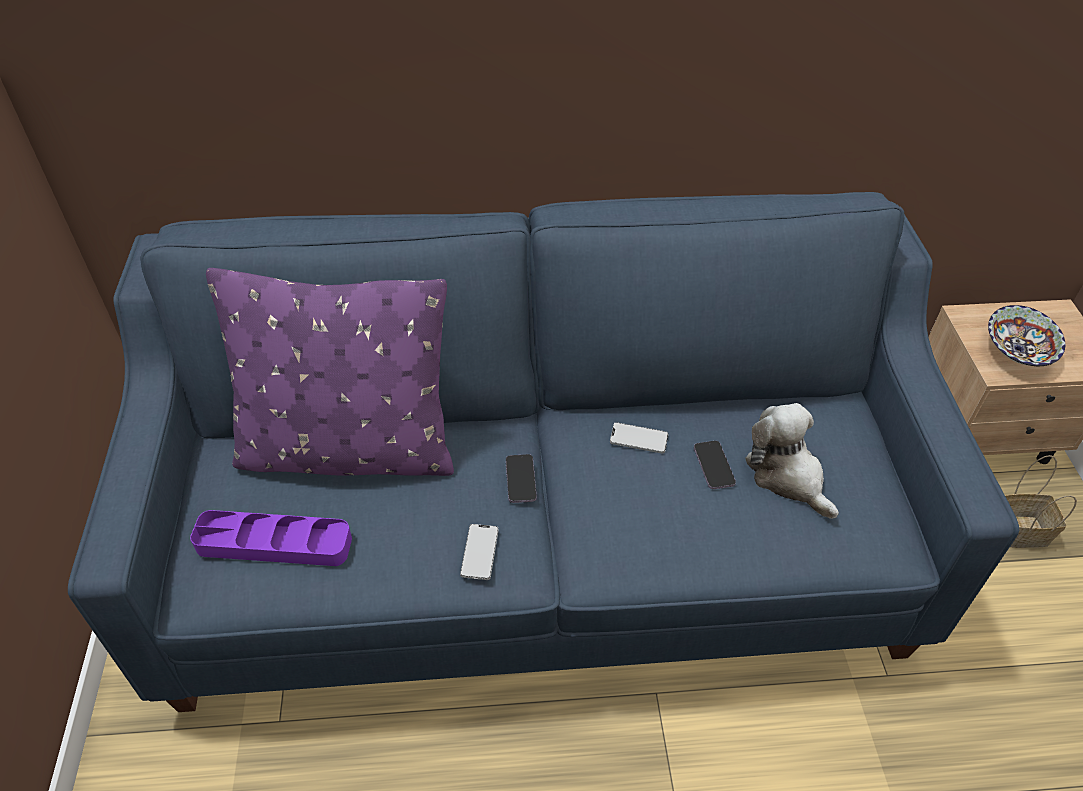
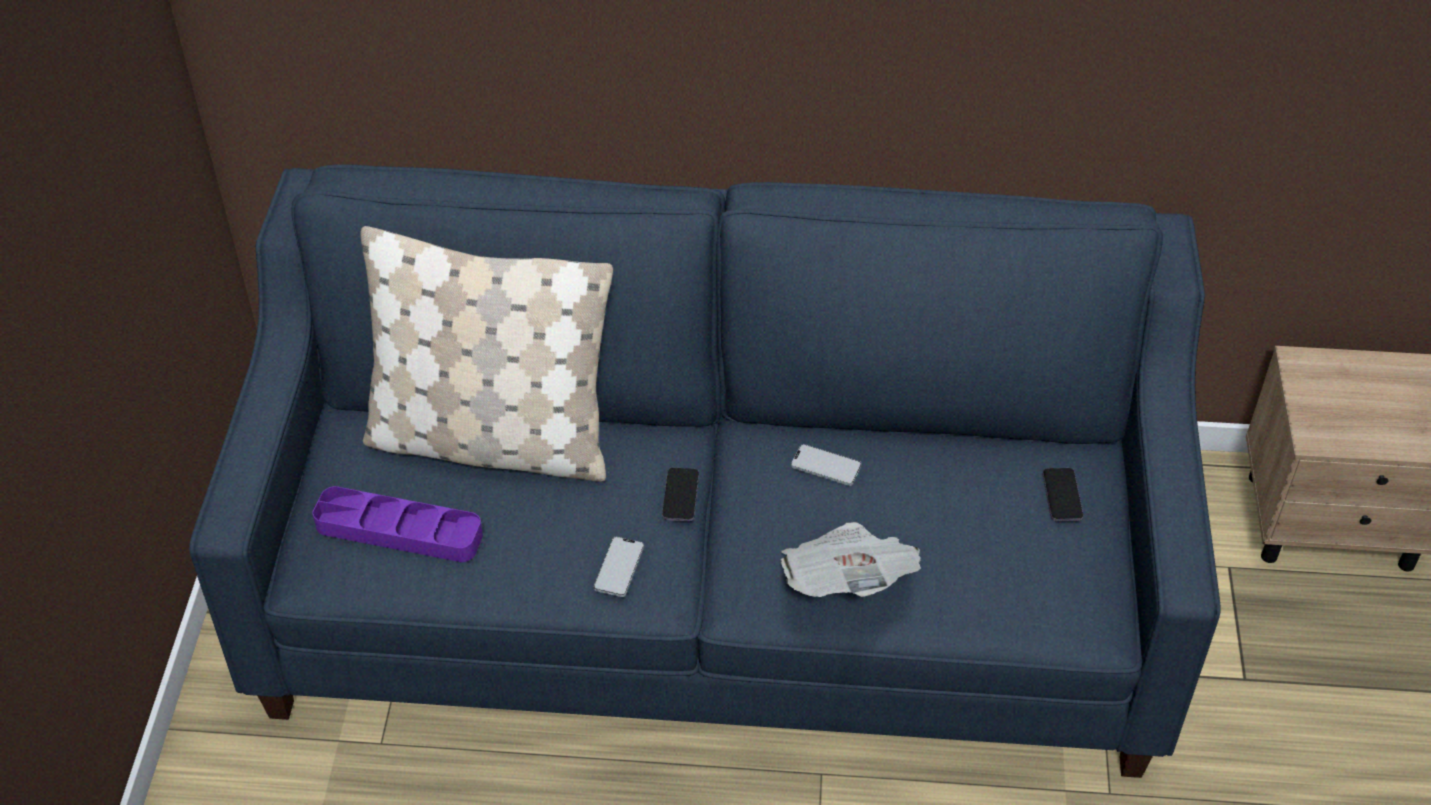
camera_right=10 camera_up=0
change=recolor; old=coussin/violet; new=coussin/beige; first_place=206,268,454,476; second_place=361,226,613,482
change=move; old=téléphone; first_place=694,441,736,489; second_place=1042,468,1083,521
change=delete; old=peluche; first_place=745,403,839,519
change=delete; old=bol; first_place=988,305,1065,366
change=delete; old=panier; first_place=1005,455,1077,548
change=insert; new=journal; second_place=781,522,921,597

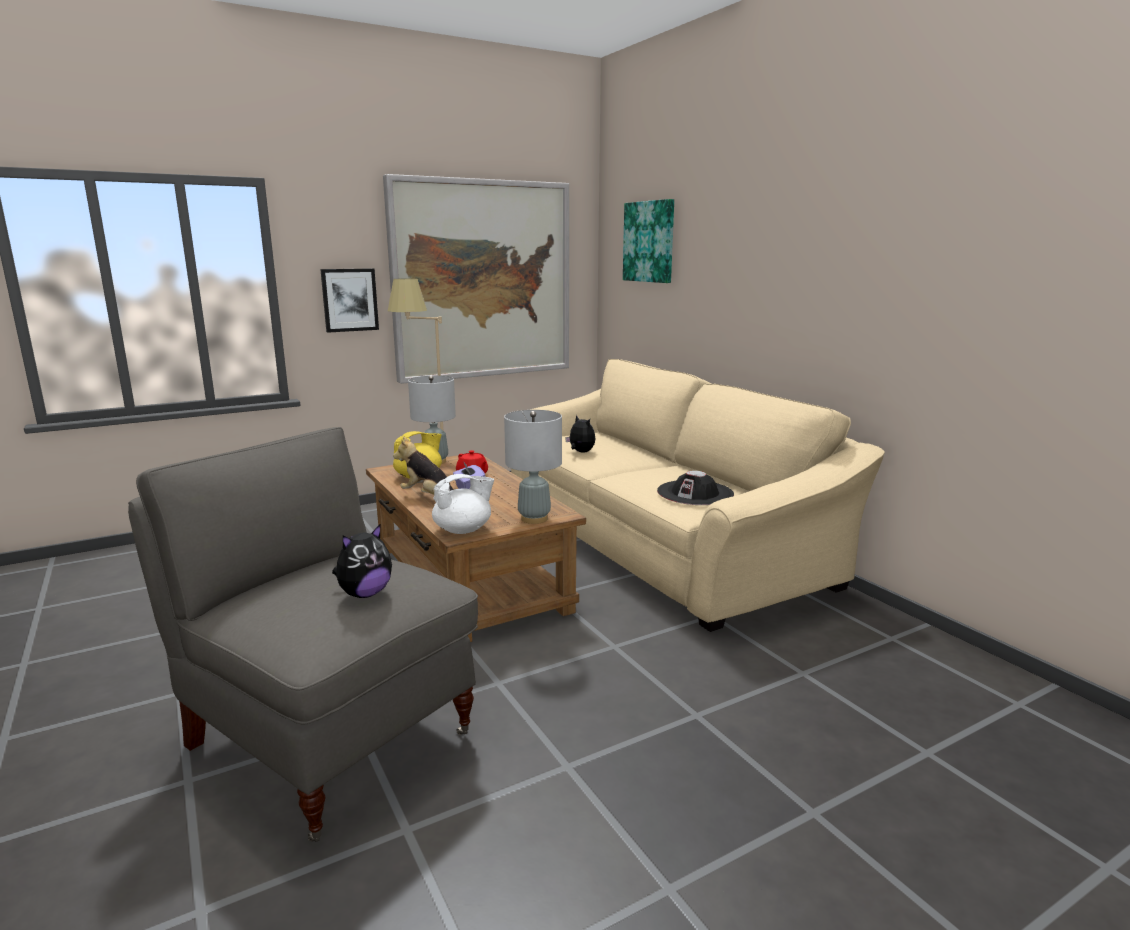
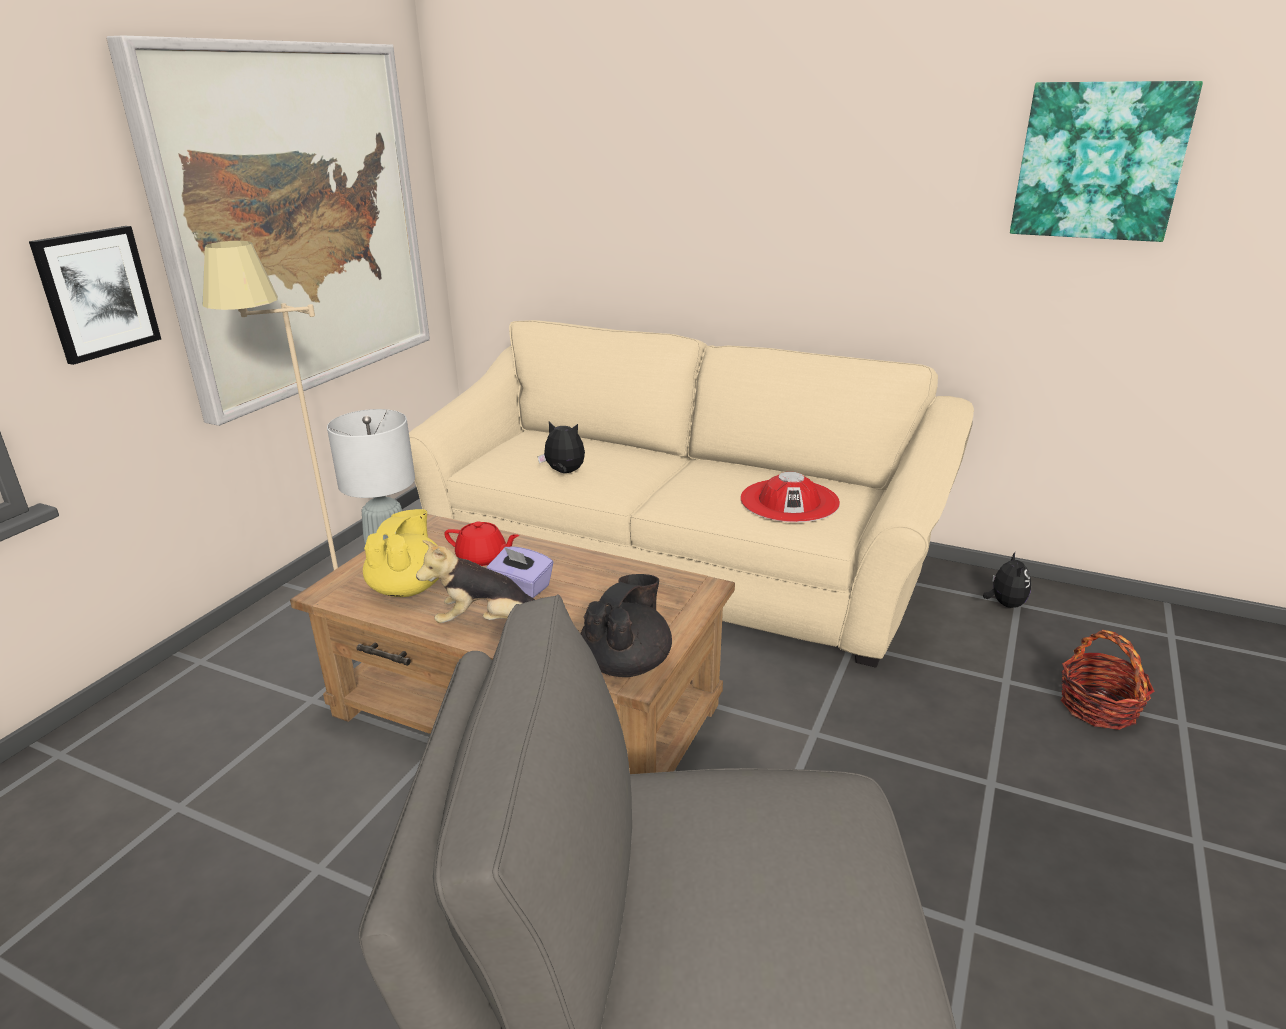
camera_right=-35 camera_up=10
change=move; old=peluche; first_place=332,525,392,598; second_place=983,552,1031,608
change=recolor; old=théière/blanc; new=théière/noir; first_place=432,474,494,534; second_place=581,574,672,677
change=delete; old=lampe de table/gris; first_place=504,410,562,524
change=move; old=tableau; first_place=623,199,674,283; second_place=1010,81,1203,242
change=recolor; old=chapeau/noir; new=chapeau/rouge; first_place=657,471,734,505; second_place=740,472,840,522
change=insert; new=panier; second_place=1061,630,1155,730

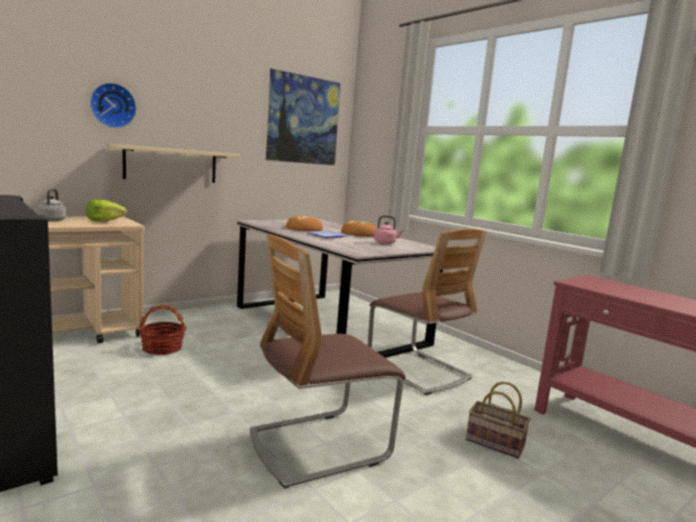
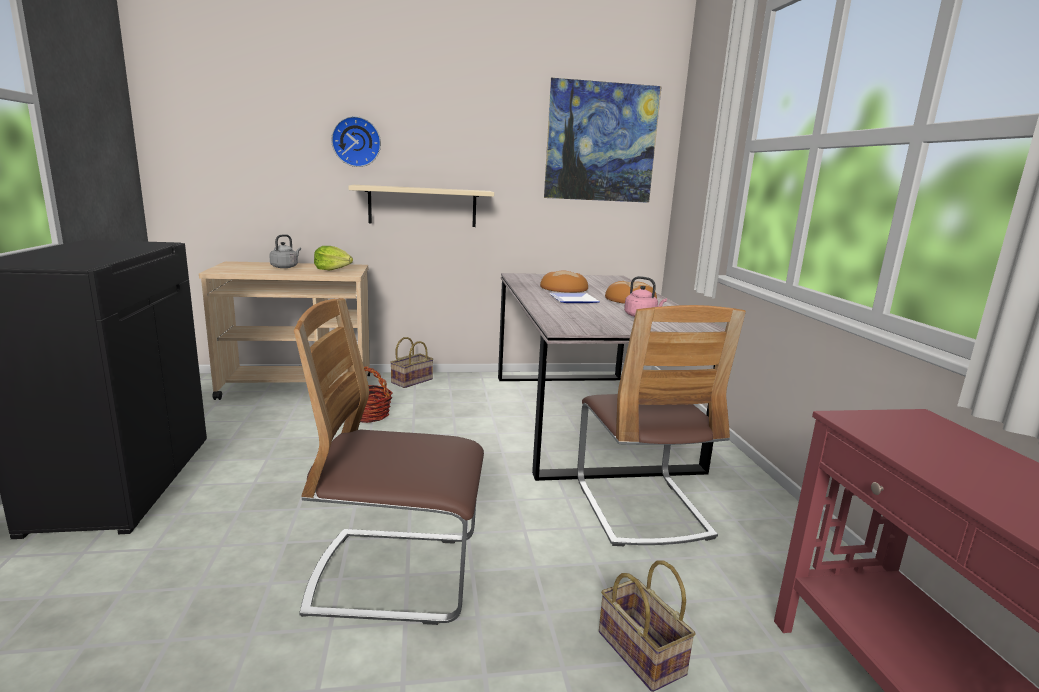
camera_right=30 camera_up=5
change=insert; new=panier; second_place=390,337,434,388

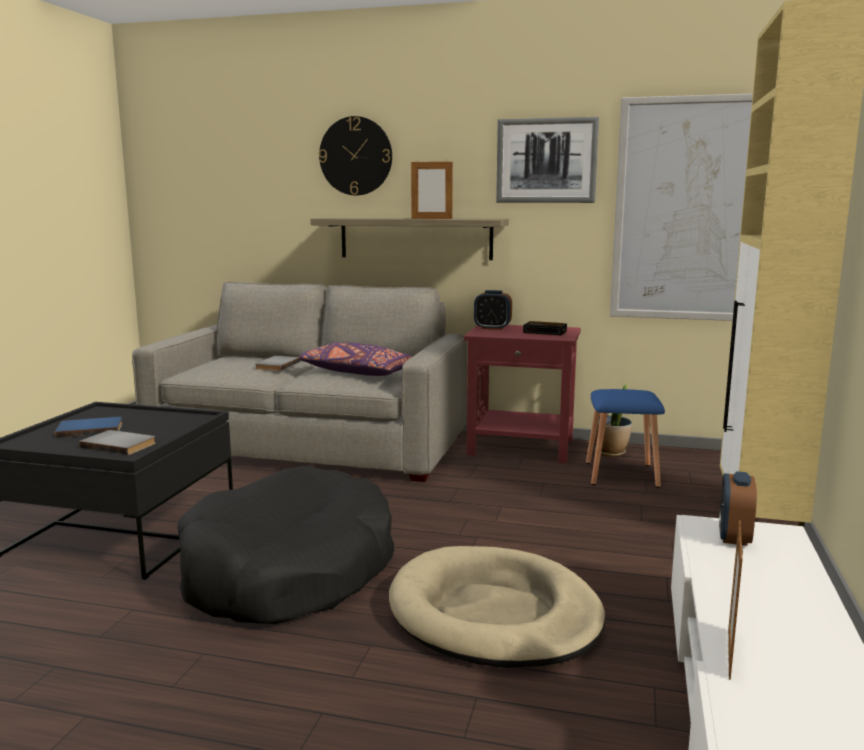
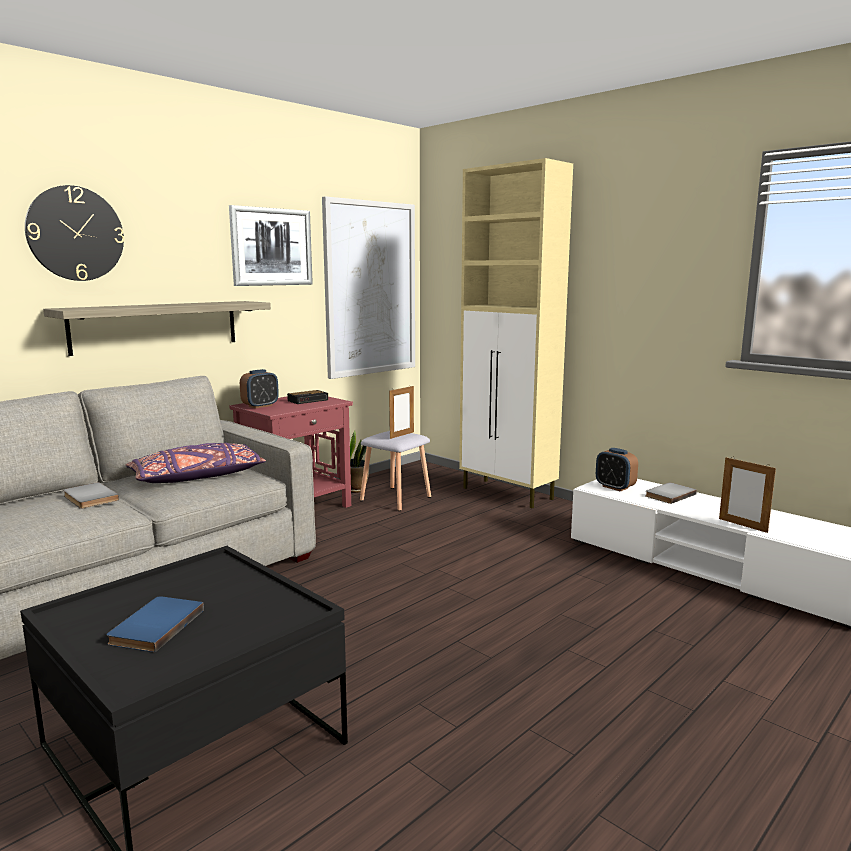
camera_right=-60 camera_up=0
change=move; old=livre/gris; first_place=79,430,156,455; second_place=646,483,697,504
change=delete; old=panier pour chien/noir; first_place=177,465,394,624
change=delete; old=panier pour chien/beige; first_place=389,546,606,668
change=move; old=cadre photo; first_place=411,160,453,219; second_place=389,386,414,439
change=recolor; old=tabouret/bleu; new=tabouret/gris; first_place=586,389,665,488; second_place=360,431,431,511

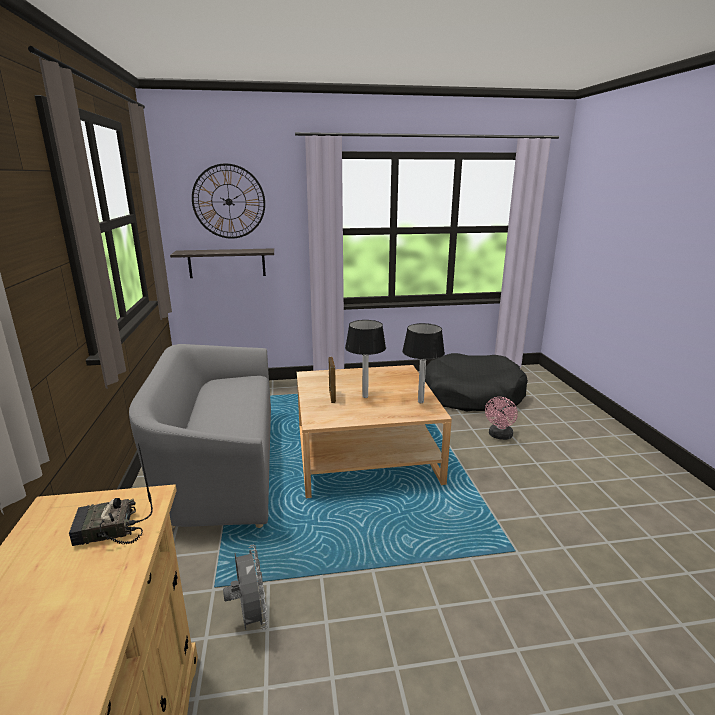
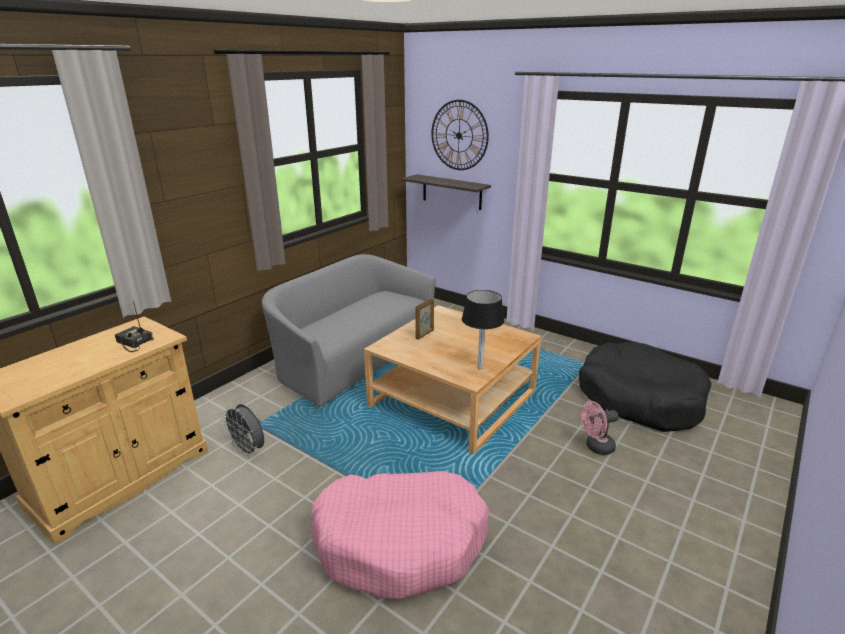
camera_right=45 camera_up=5
change=rotate; old=ventilateur/gris; first_place=223,545,268,630; second_place=222,404,264,458; degrees=105
change=delete; old=lampe de table; first_place=345,320,386,398
change=insert; new=panier pour chien/rose; second_place=311,471,489,599

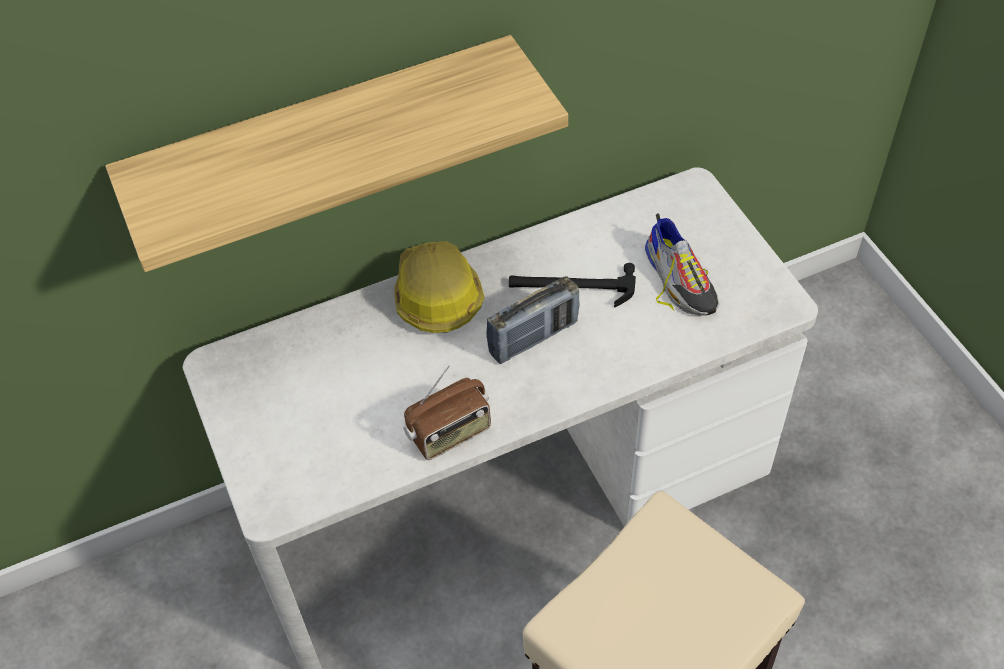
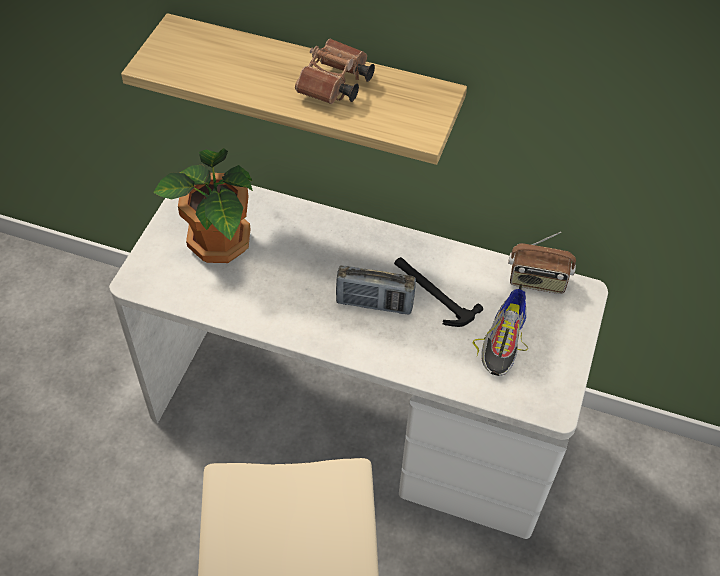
camera_right=40 camera_up=0
change=delete; old=casque de chantier; first_place=394,241,484,333
change=move; old=radio; first_place=404,365,491,460; second_place=508,232,576,294
change=insert; new=plante en pot; second_place=153,148,253,263
change=insert; new=jumelles/marron; second_place=295,38,375,104

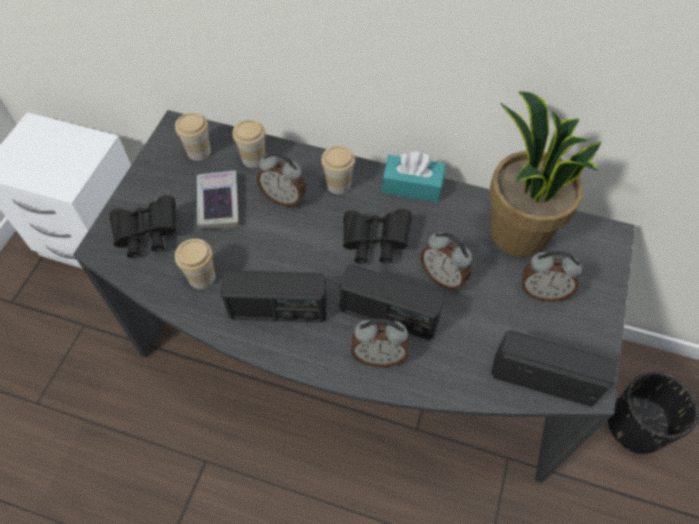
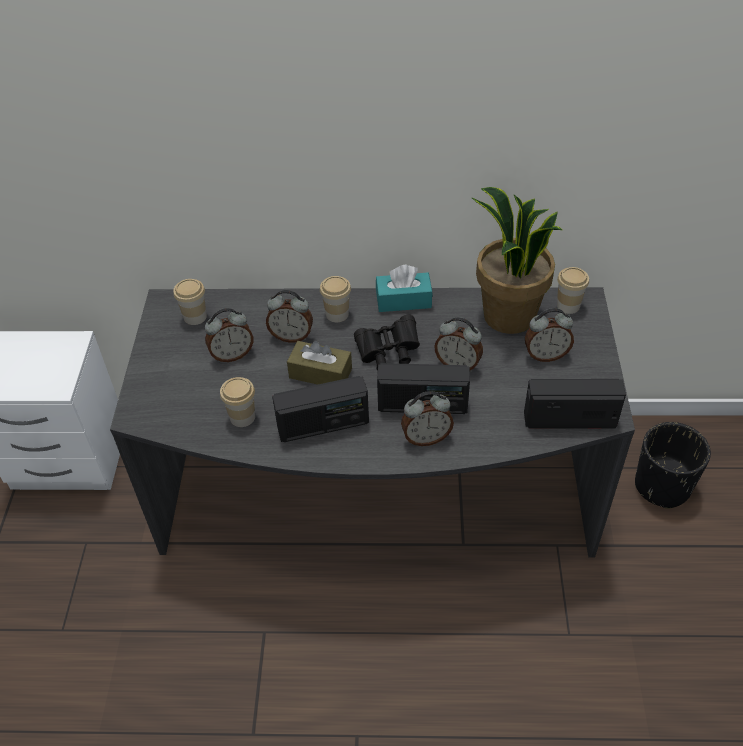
camera_right=-15 camera_up=-10
change=delete; old=jumelles/noir; first_place=110,195,176,258
change=replace; old=livre; new=réveil; first_place=197,170,239,229; second_place=205,308,253,362
change=move; old=tasse; first_place=232,120,266,168; second_place=557,267,589,314
change=insert; new=boîte à mouchoirs/marron; second_place=287,341,352,385

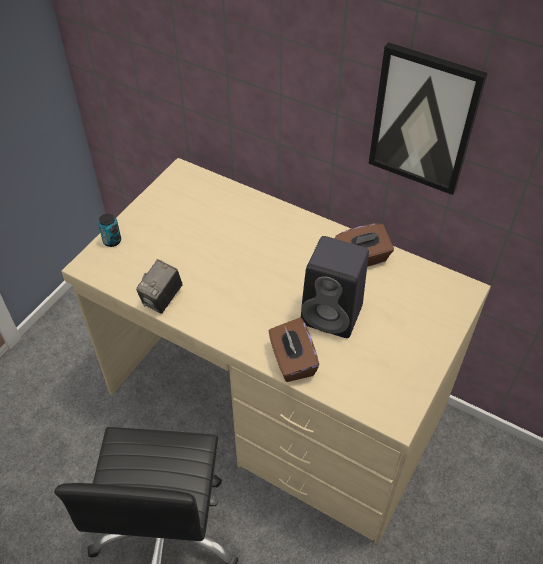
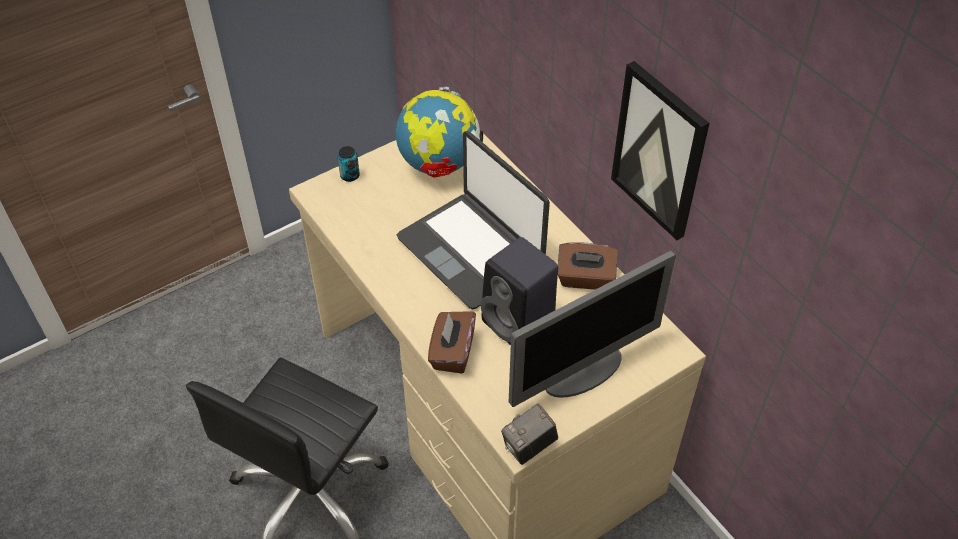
camera_right=25 camera_up=0
change=move; old=appareil photo; first_place=136,259,183,314; second_place=501,404,558,465
change=insert; new=globe; second_place=396,86,483,178
change=insert; new=ordinateur portable; second_place=397,131,550,310
change=insert; new=écran d'ordinateur; second_place=509,251,676,407

